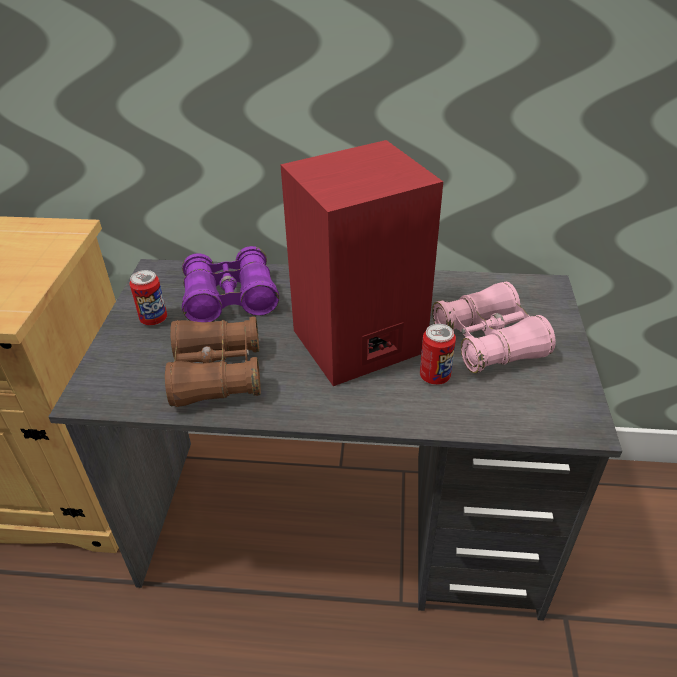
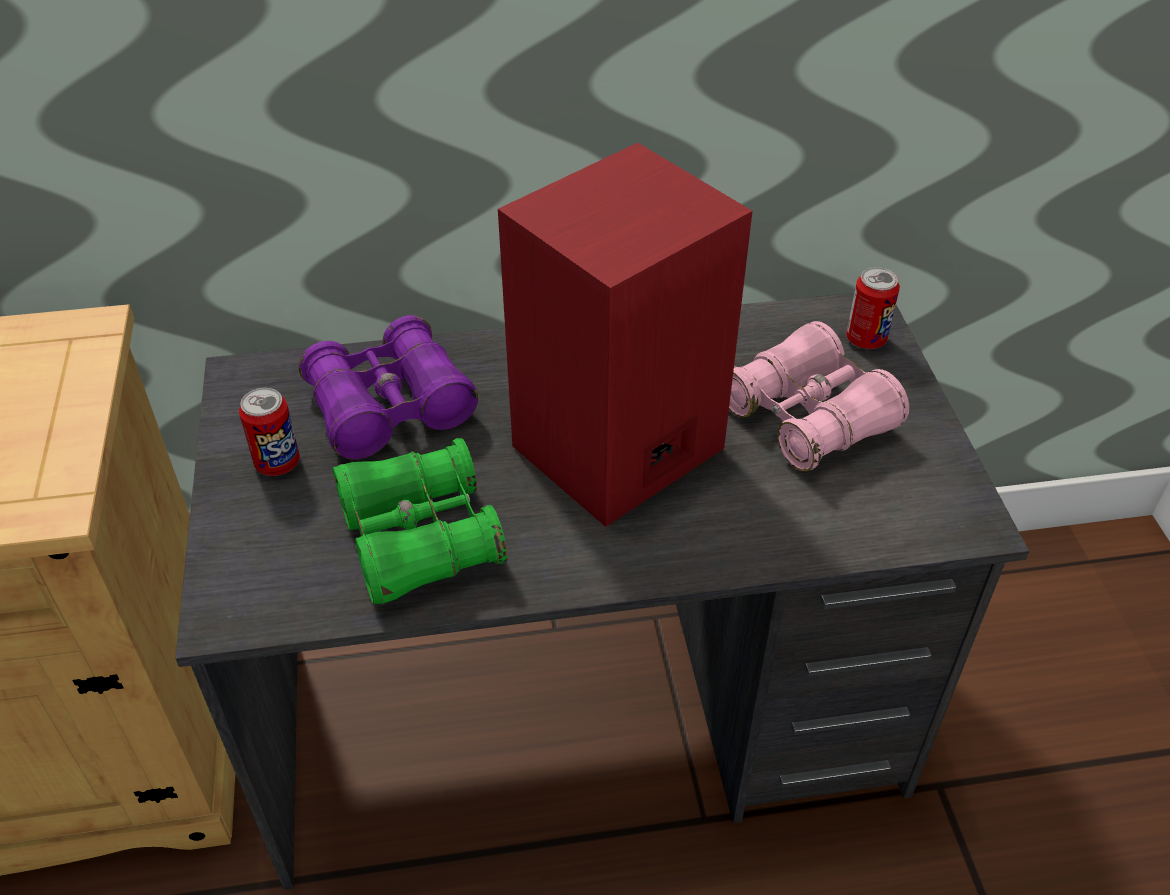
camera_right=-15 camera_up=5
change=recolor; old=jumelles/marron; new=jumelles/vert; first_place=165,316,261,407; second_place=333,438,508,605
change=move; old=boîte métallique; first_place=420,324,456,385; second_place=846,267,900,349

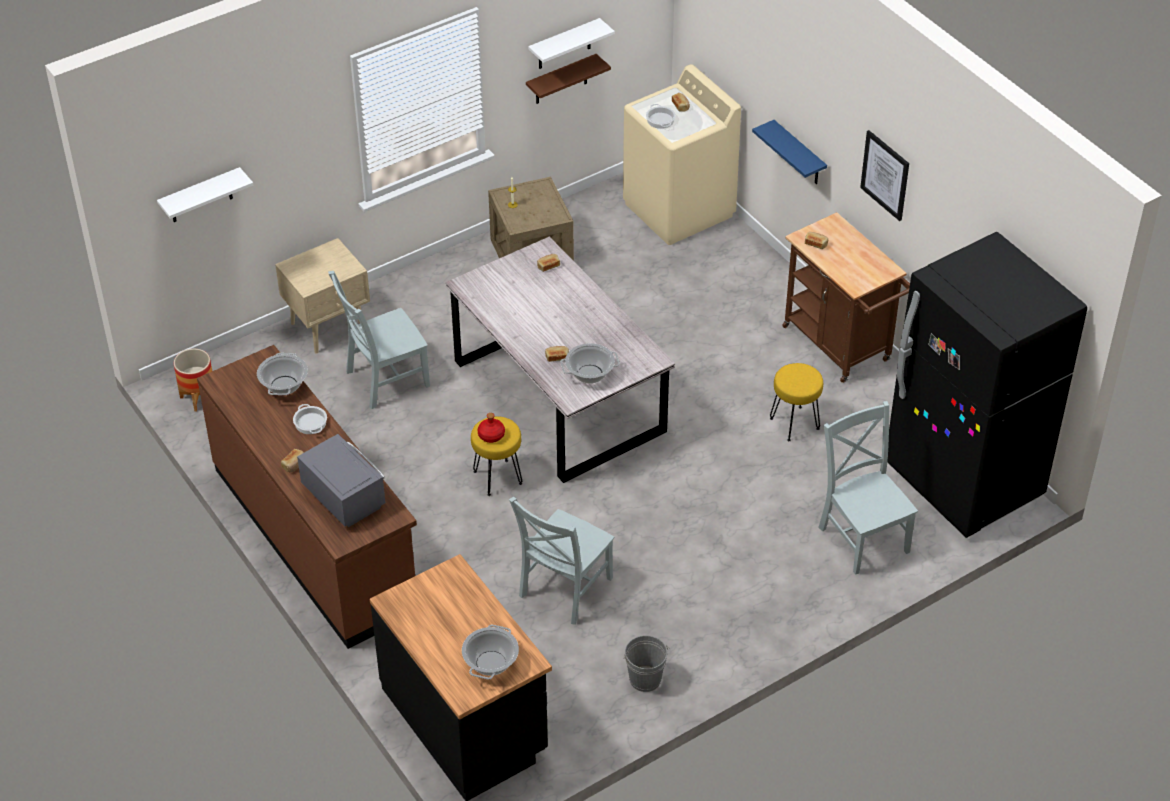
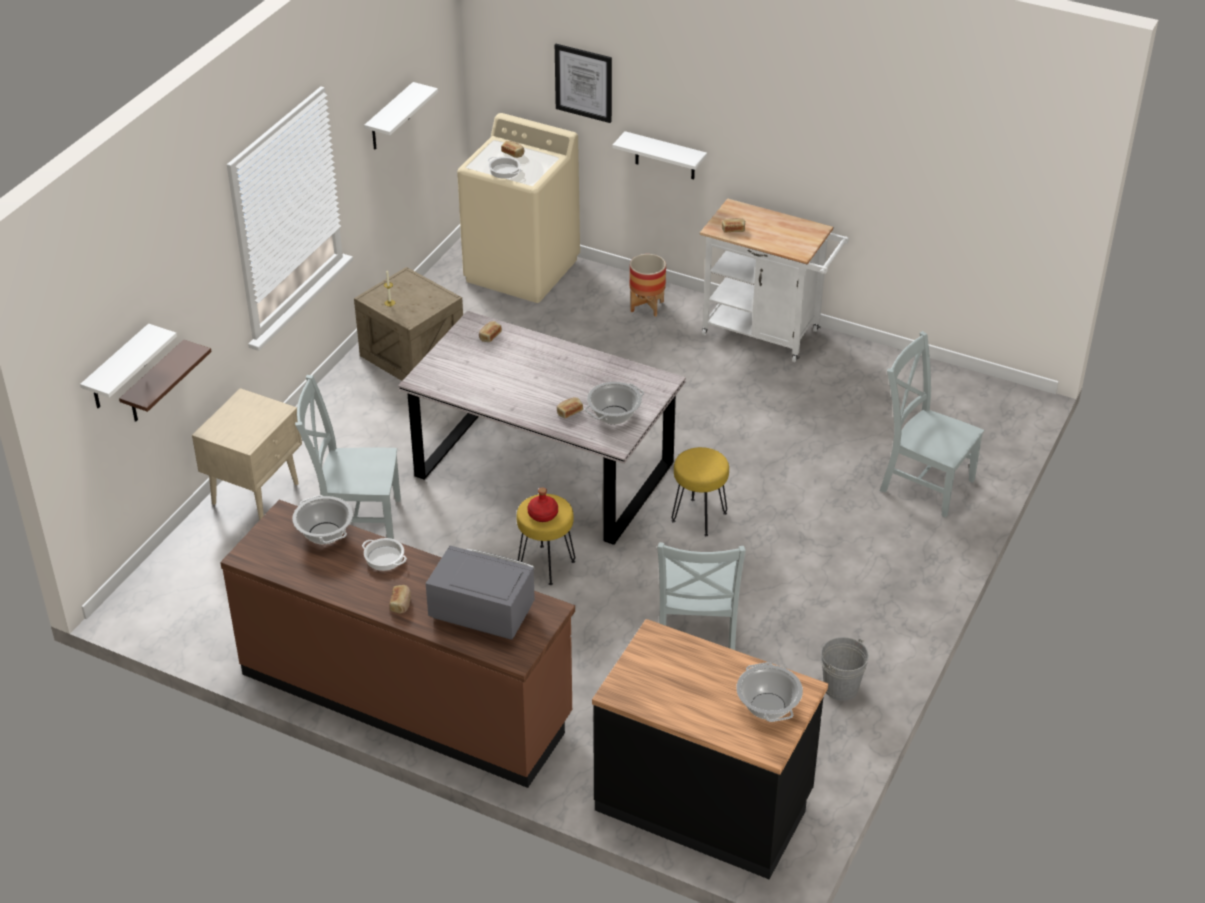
camera_right=-30 camera_up=-5
change=move; old=cache-pot; first_place=174,349,212,412; second_place=630,254,666,317
change=rotate; old=chaise/gris; first_place=328,271,430,409; second_place=295,375,401,539; degrees=60
change=move; old=étagère/marron; first_place=526,54,611,104; second_place=119,340,212,422
change=recolor; old=étagère/bleu; new=étagère/blanc; first_place=752,120,827,184; second_place=612,131,707,179
change=move; old=tabouret/jaune; first_place=770,363,823,441; second_place=672,447,729,536
change=recolor; old=chariot/marron; new=chariot/blanc; first_place=782,212,910,383; second_place=700,199,849,362
change=move; old=tableau; first_place=860,130,909,221; second_place=555,44,612,123
change=delete; old=réfrigérateur/noir; first_place=887,232,1087,538

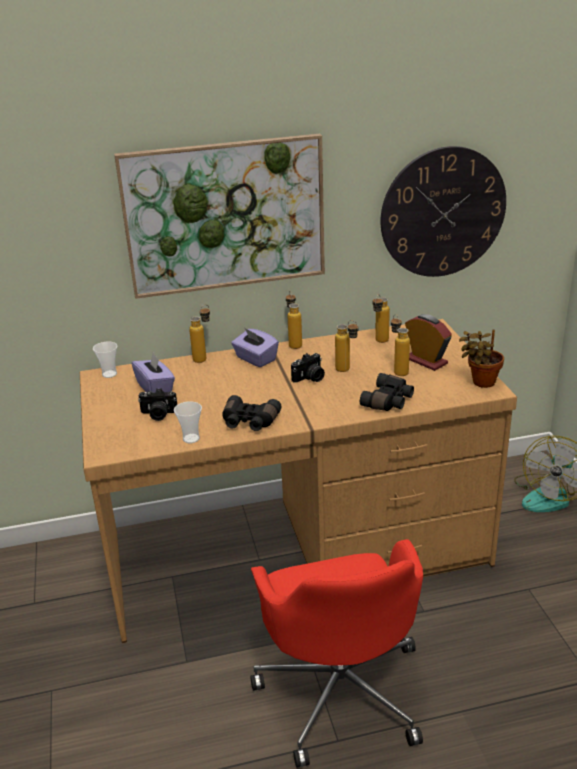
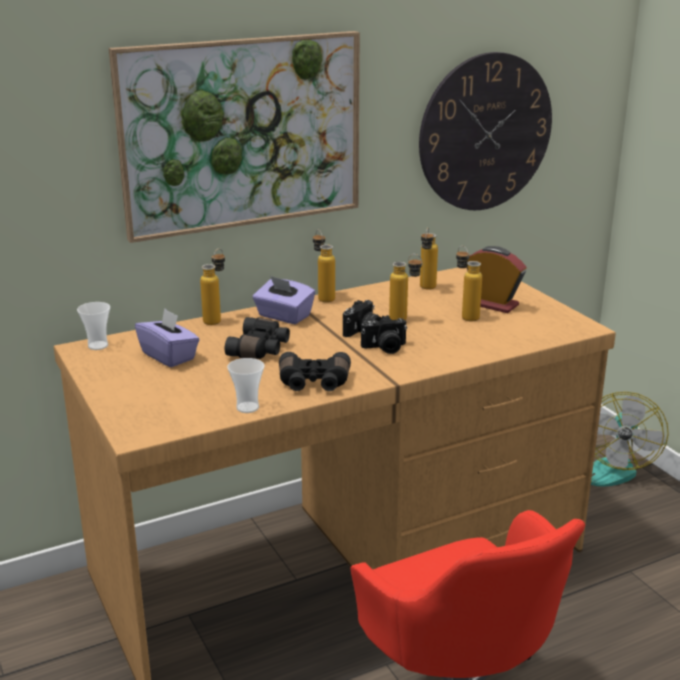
camera_right=-15 camera_up=-5
change=move; old=appareil photo; first_place=138,388,177,421; second_place=361,315,407,354
change=move; old=jumelles/noir; first_place=360,373,414,411; second_place=225,317,290,359
change=delete; old=plante en pot; first_place=459,330,504,388

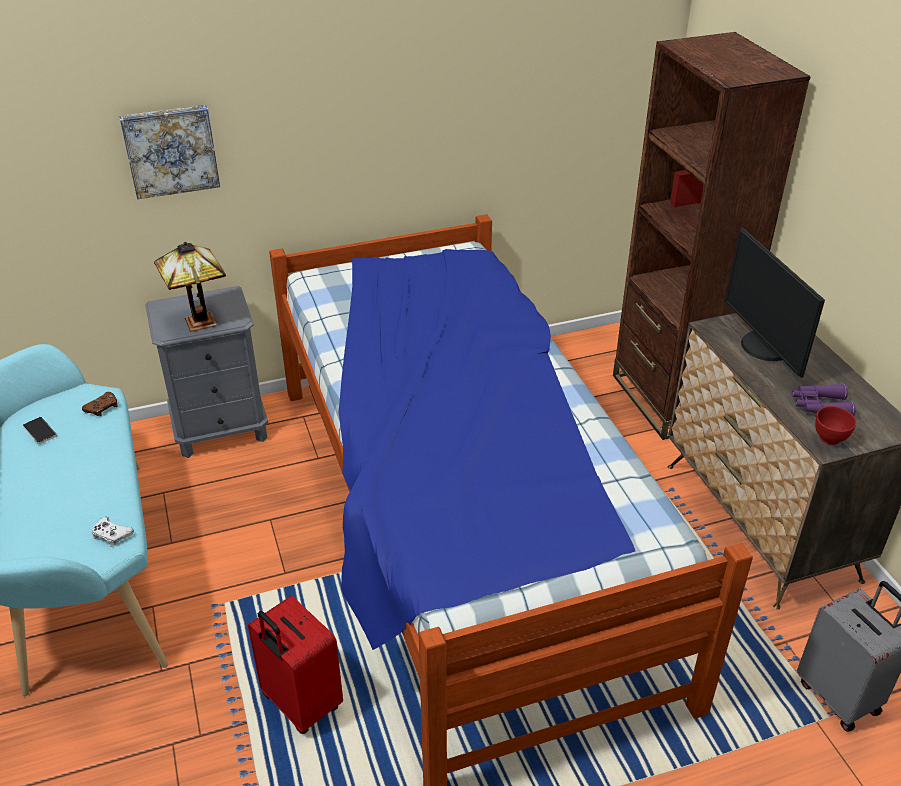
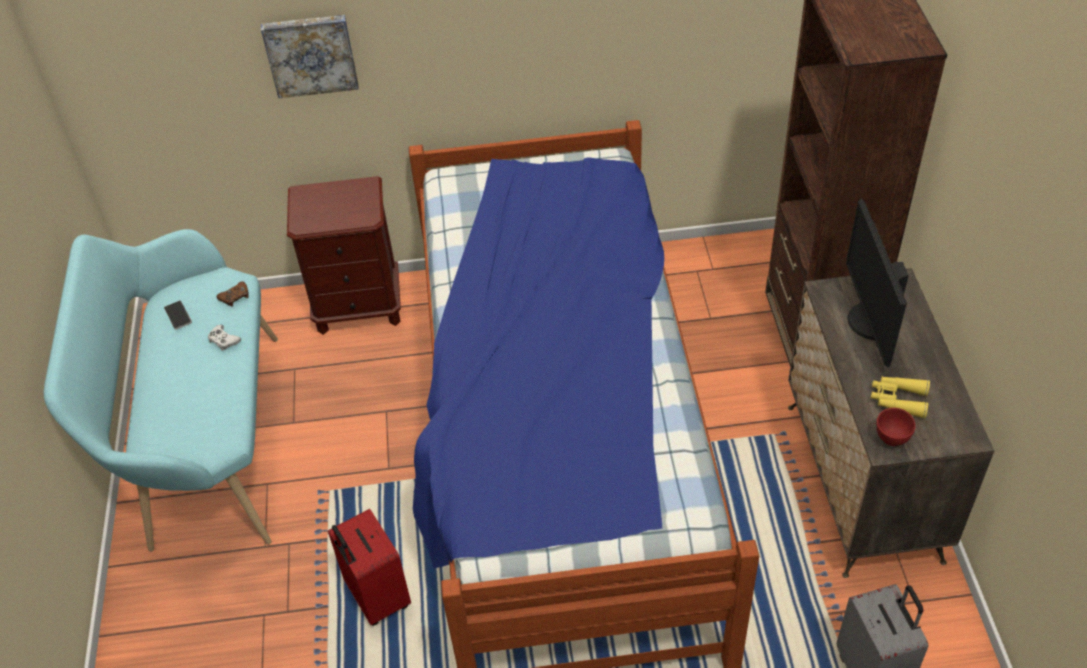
camera_right=15 camera_up=10
change=move; old=manette/blanc; first_place=92,517,134,546; second_place=208,325,241,351
change=recolor; old=table de chevet/gris; new=table de chevet/marron; first_place=145,286,268,458; second_place=287,176,401,335
change=delete; old=lampe de table; first_place=154,242,226,332
change=recolor; old=jumelles/violet; new=jumelles/jaune; first_place=792,384,856,416; second_place=871,376,930,419

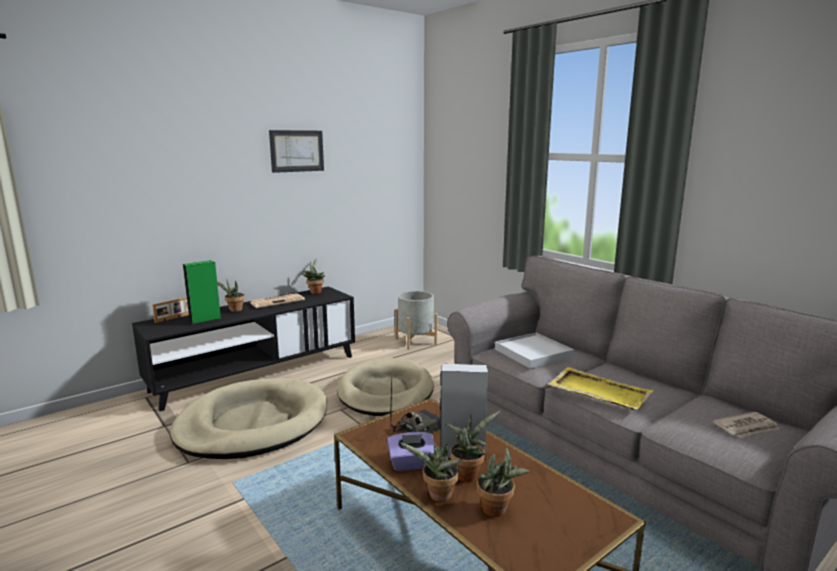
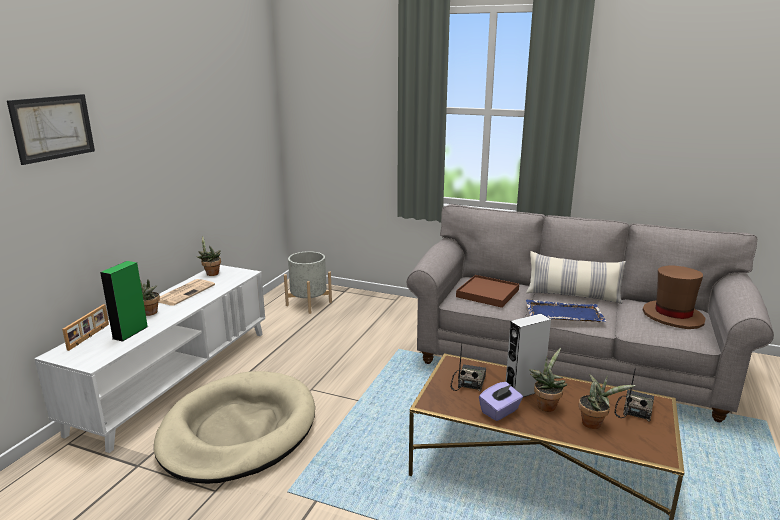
camera_right=-30 camera_up=5
change=recolor; old=meuble télé/noir; new=meuble télé/blanc; first_place=132,287,355,411; second_place=34,265,265,453
change=move; old=tableau; first_place=269,130,324,173; second_place=7,94,95,165
change=delete; old=panier pour chien/beige; first_place=337,358,434,416
change=delete; old=plante en pot; first_place=400,442,461,502
change=recolor; old=plateau/blanc; new=plateau/marron; first_place=495,333,574,369; second_place=456,275,519,308
change=recolor; old=plateau/jaune; new=plateau/bleu; first_place=548,367,653,410; second_place=526,300,606,322
change=replace; old=journal; new=chapeau/marron; first_place=712,412,779,438; second_place=643,265,706,329
change=insert; new=coussin; second_place=526,251,626,304
change=insert; new=radio; second_place=615,370,654,422

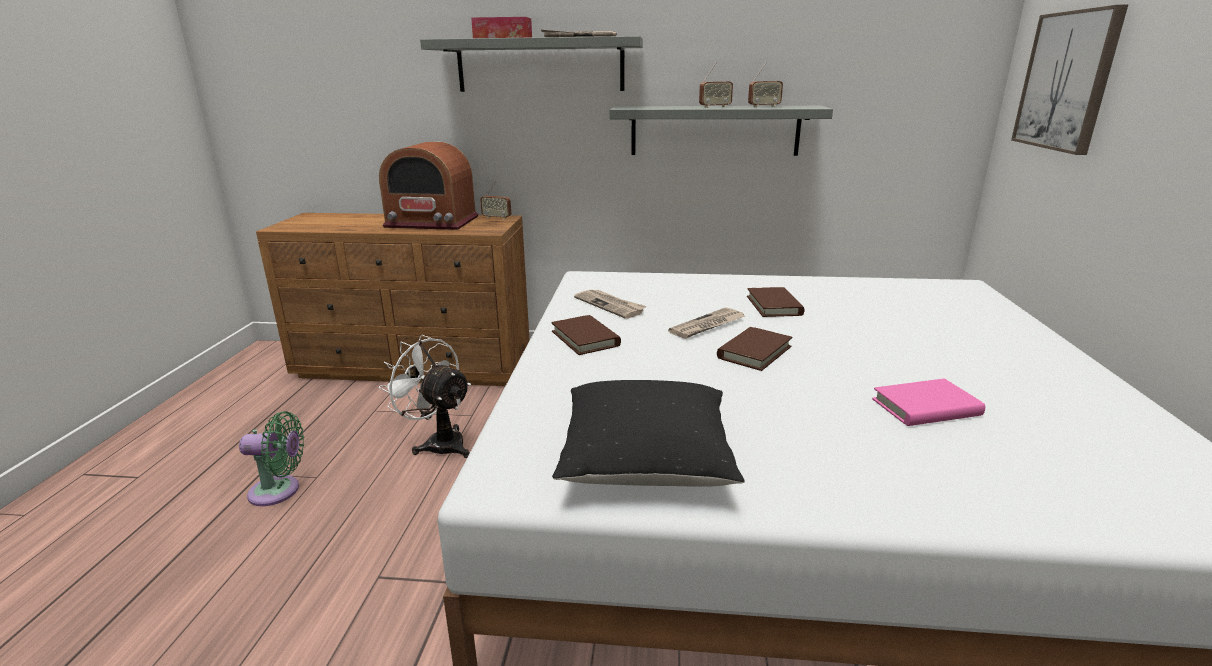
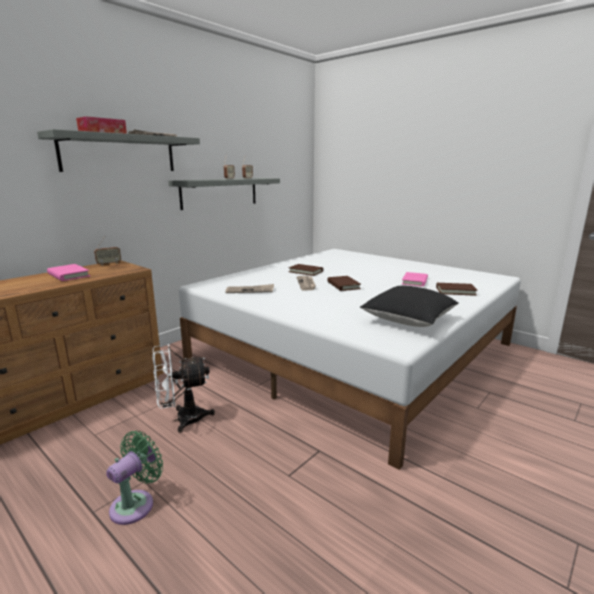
camera_right=-55 camera_up=-5
change=replace; old=radio; new=livre/rose; first_place=379,142,478,230; second_place=47,264,90,281
change=move; old=livre/marron; first_place=551,315,621,355; second_place=436,283,478,296
change=delete; old=tableau; first_place=1011,4,1128,155

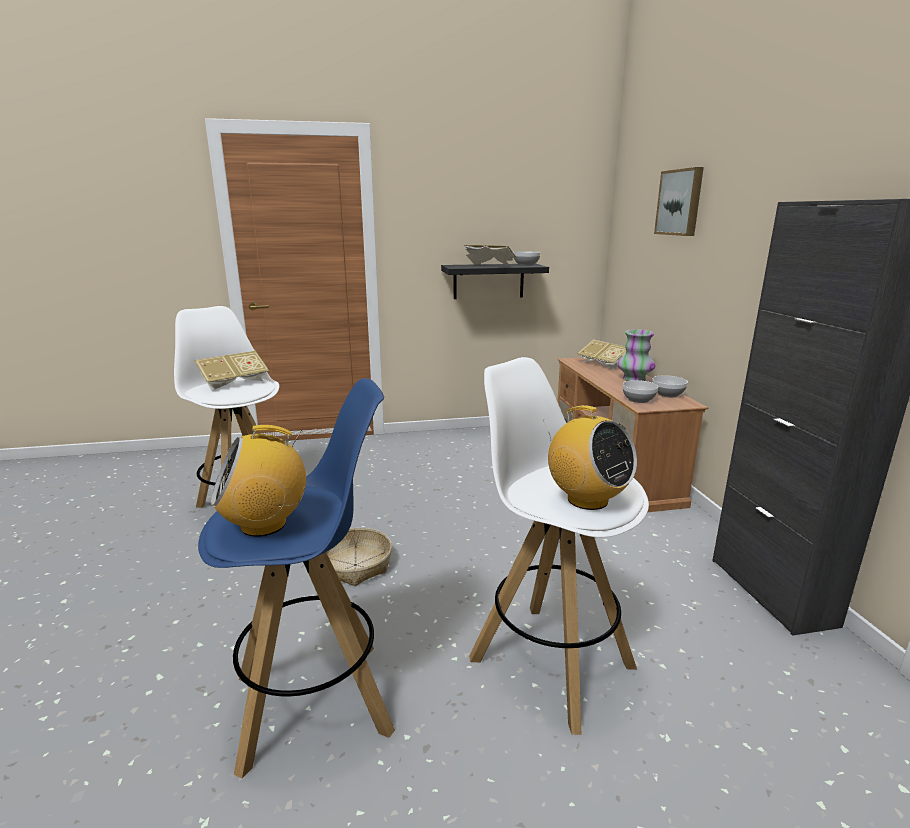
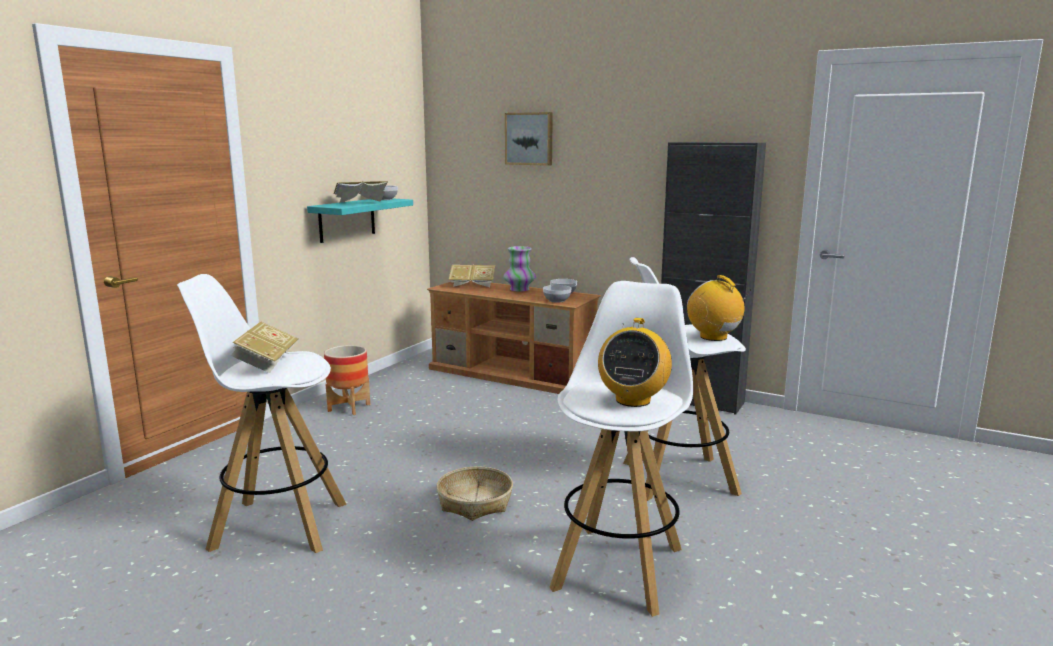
camera_right=-50 camera_up=-5
change=recolor; old=tabouret/bleu; new=tabouret/blanc; first_place=198,378,395,778; second_place=549,281,693,617
change=recolor; old=étagère/noir; new=étagère/turquoise; first_place=441,263,549,299; second_place=307,199,413,243
change=rotate; old=radio; first_place=544,405,637,510; second_place=687,275,751,341; degrees=-120
change=insert; new=cache-pot; second_place=324,345,370,415

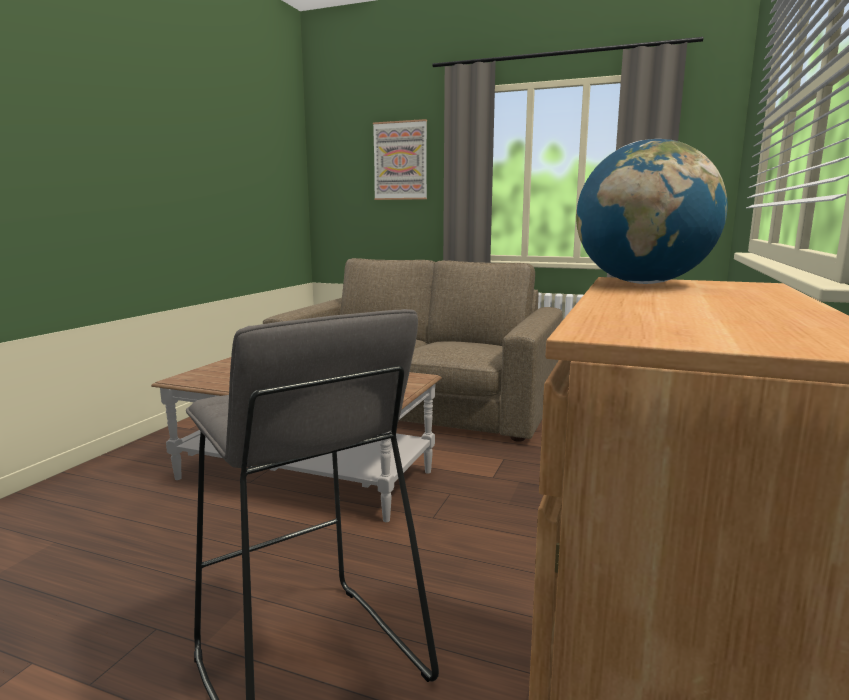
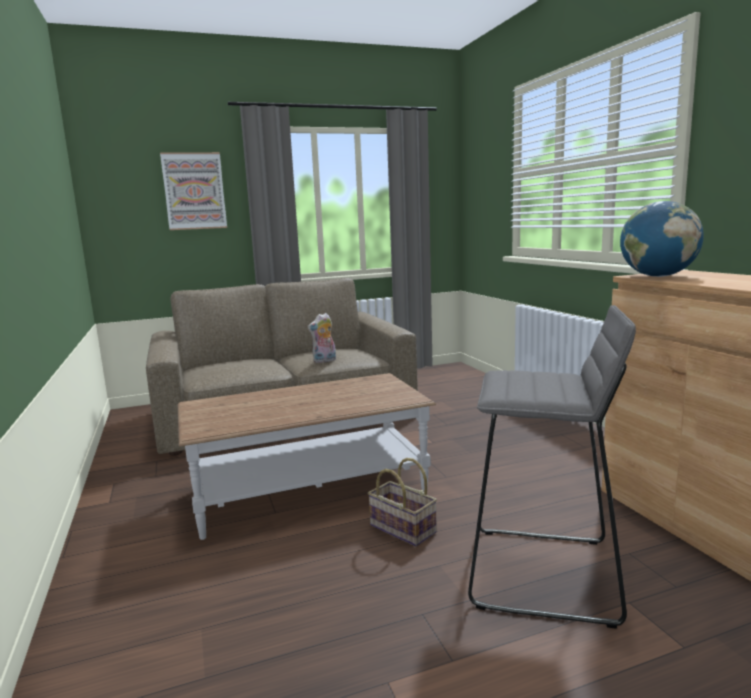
camera_right=-40 camera_up=0
change=insert; new=peluche; second_place=308,313,336,363
change=insert; new=panier; second_place=368,458,437,546

